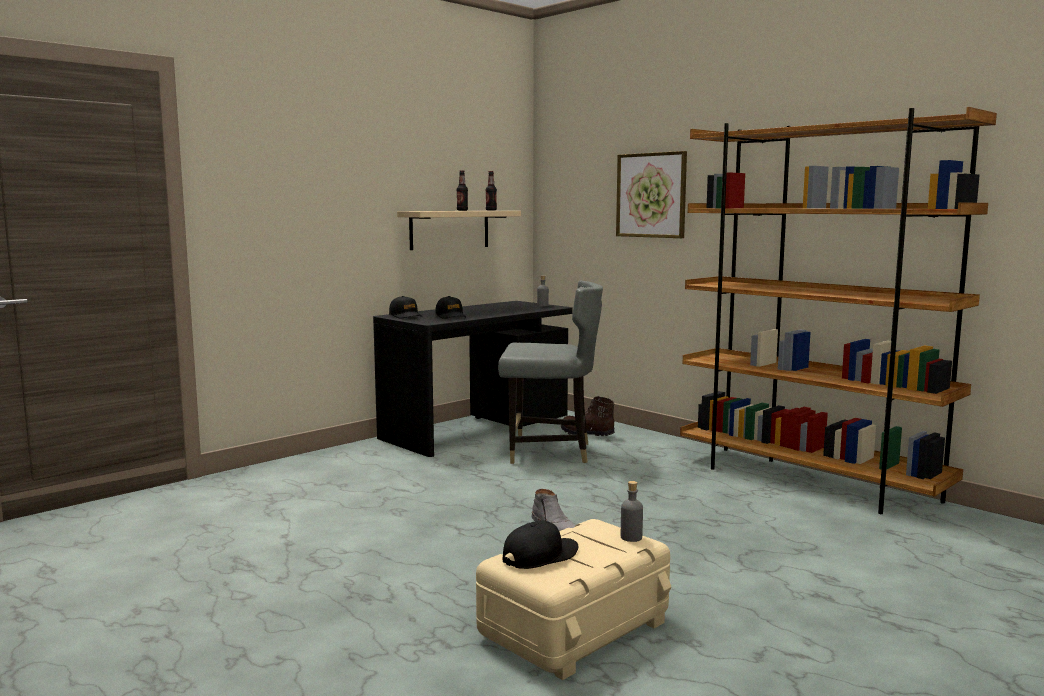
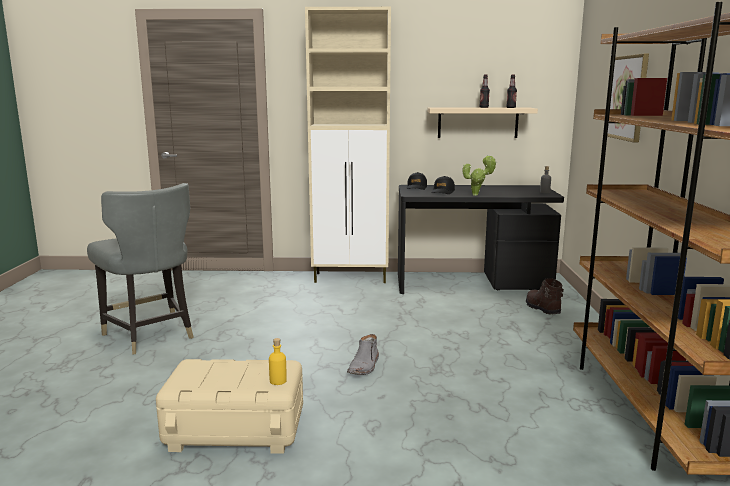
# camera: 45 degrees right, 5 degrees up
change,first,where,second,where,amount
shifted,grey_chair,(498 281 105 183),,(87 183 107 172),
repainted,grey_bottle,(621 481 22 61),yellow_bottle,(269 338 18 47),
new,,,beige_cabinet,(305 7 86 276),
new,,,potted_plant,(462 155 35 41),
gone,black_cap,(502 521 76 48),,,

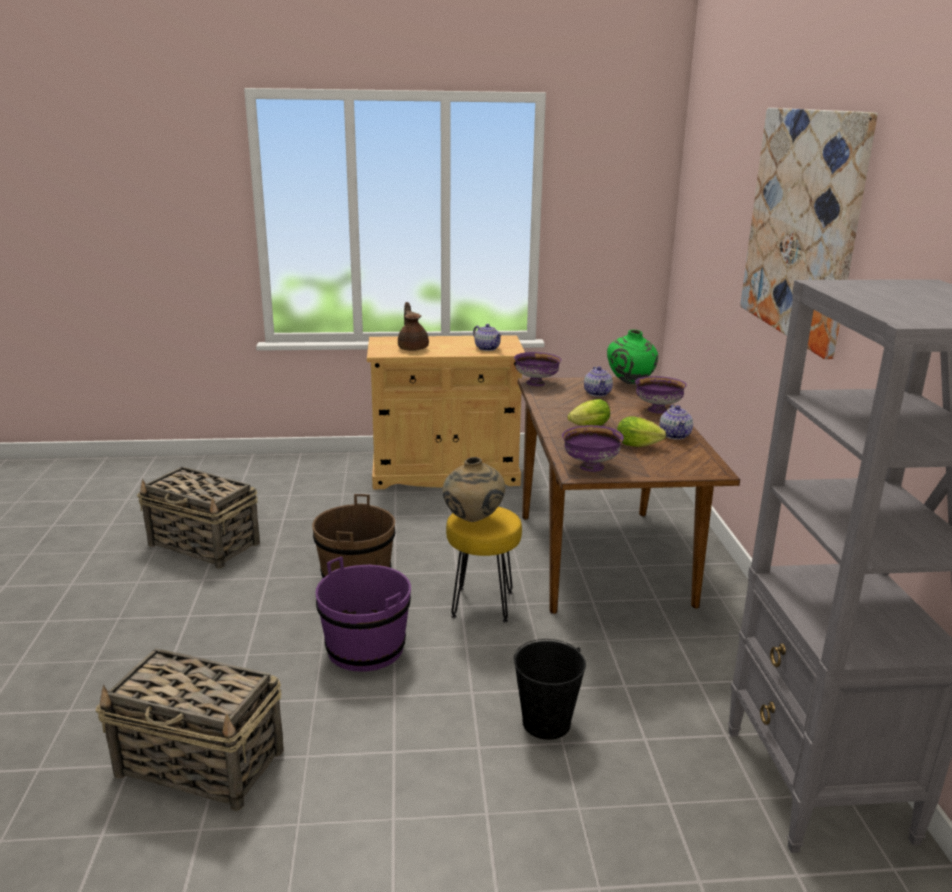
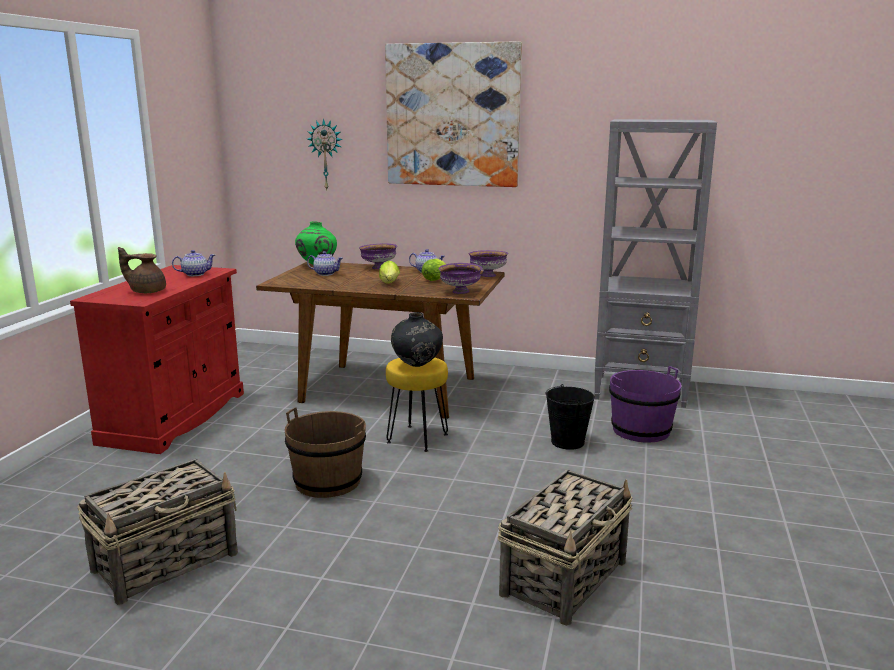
# camera: 70 degrees left, 5 degrees down
change,first,where,second,where,amount
repainted,beige_cabinet,(367 335 158 154),red_cabinet,(70 265 174 189),
new,,,wall_clock,(307 119 36 71),
repainted,beige_vase,(443 457 62 65),black_vase,(391 312 52 55),
shifted,purple_bowl,(514 352 47 34),,(469 250 39 27),
shifted,purple_bucket,(315 556 96 116),,(609 366 72 77),

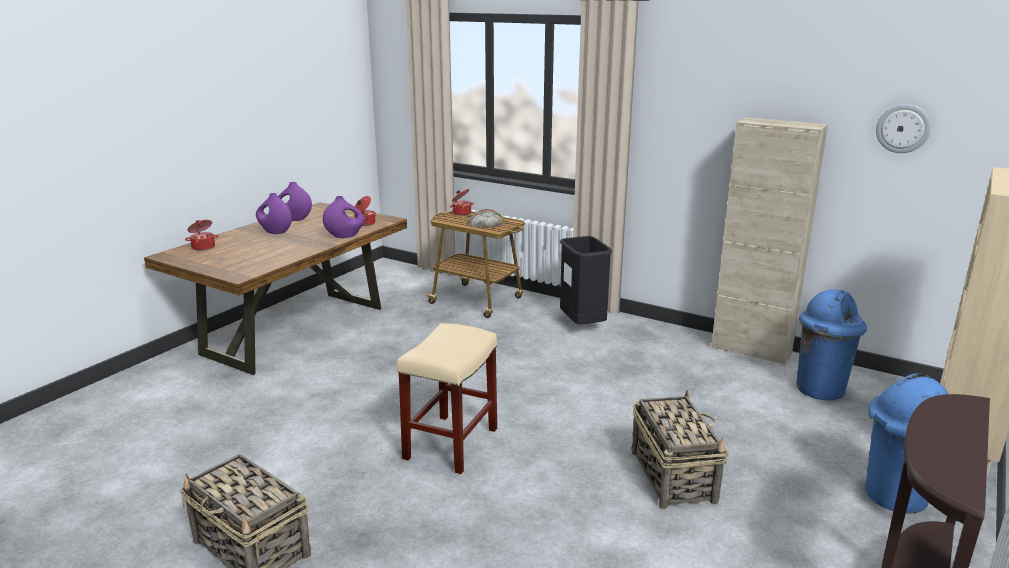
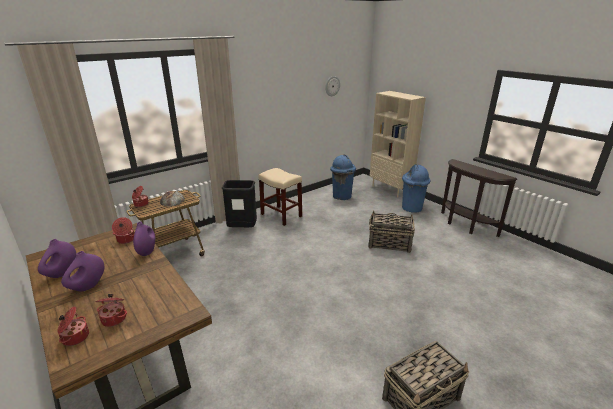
# camera: 70 degrees left, 5 degrees up
change,first,where,second,where,amount
new,,,cooking_pot,(95 294 32 33),
shifted,beige_stool,(397 323 100 152),,(258 168 44 58),
gone,beige_cabinet,(711 117 117 248),,,

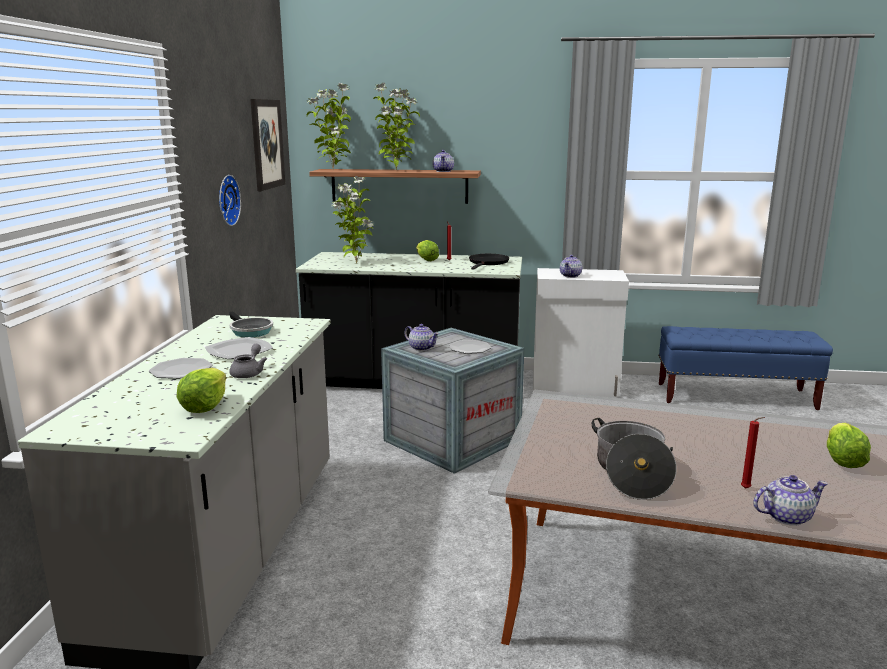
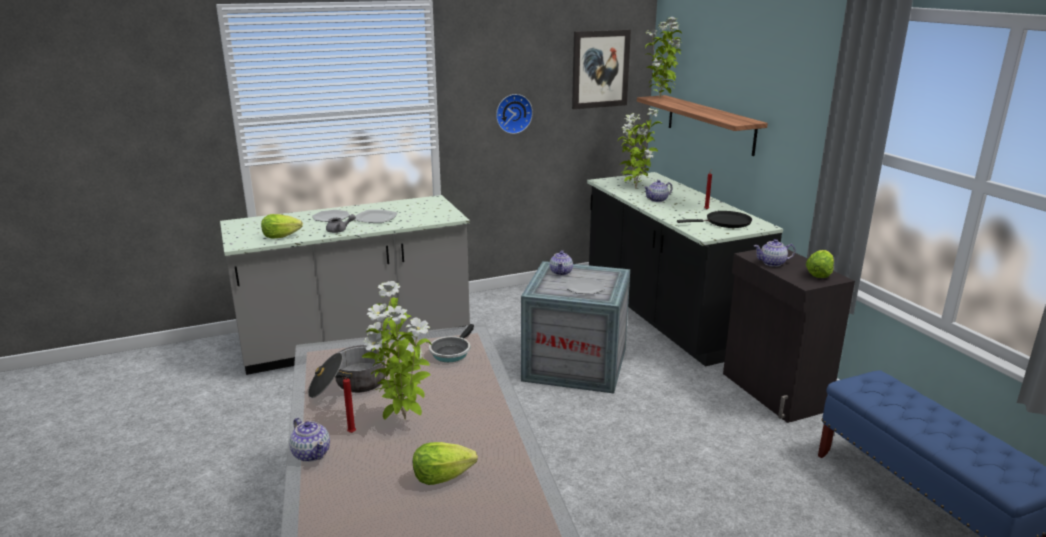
# camera: 60 degrees right, 5 degrees up
change,first,where,second,where,amount
shifted,potted_plant,(373 83 47 87),,(362 281 70 139),
shifted,frying_pan,(229 312 44 26),,(429 324 45 38),
shifted,teapot,(433 150 21 22),,(644 180 28 22),
repainted,white_cabinet,(533 268 96 130),black_cabinet,(723 250 132 173),
shifted,lettuce,(416 240 23 21),,(806 250 28 28),

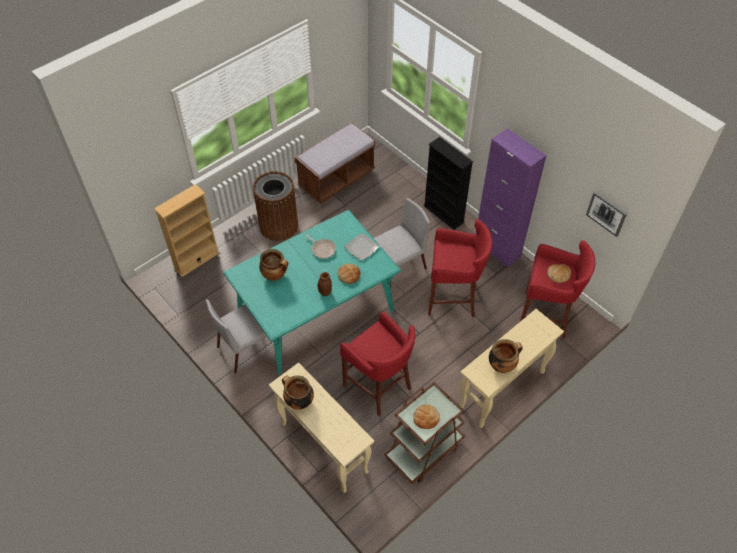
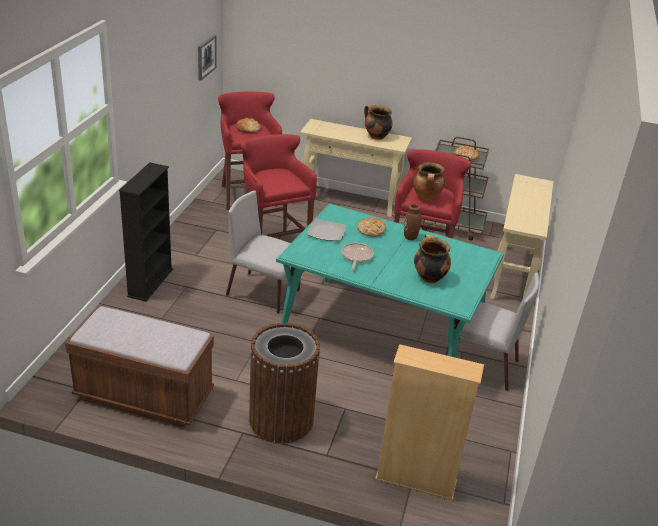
# camera: 125 degrees left, 20 degrees down
change,first,where,second,where,amount
shifted,cooking_pot,(282 375 32 35),,(413 162 32 39),
gone,purple_cabinet,(476 128 71 139),,,

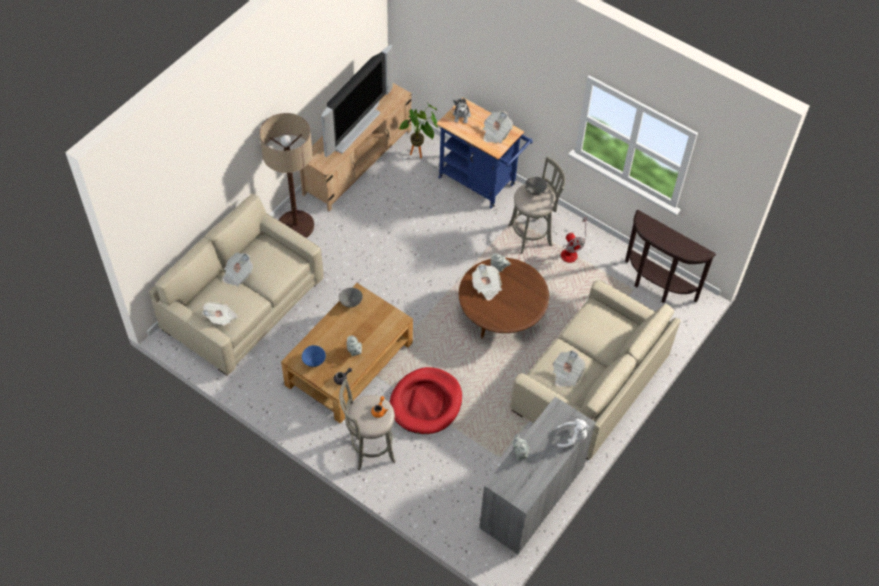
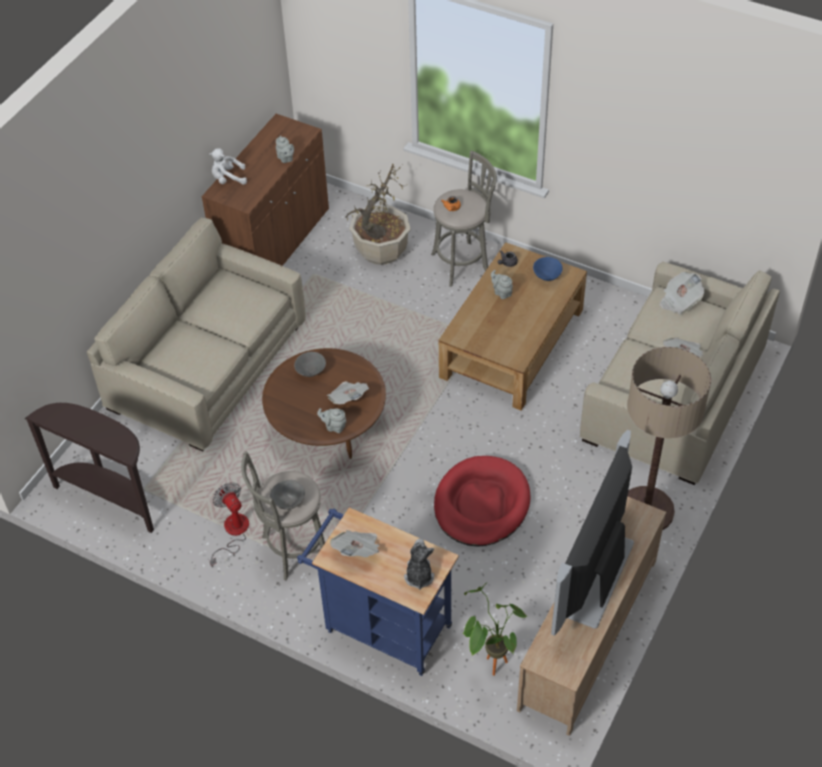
# camera: 175 degrees right, 5 degrees down
change,first,where,second,where,amount
repainted,grey_cabinet,(479 397 117 157),brown_cabinet,(202 114 127 152),
shifted,grey_bowl,(339 288 24 19),,(294 352 32 25),
new,,,potted_plant,(346 163 64 102),
shifted,red_dog_bed,(390 367 72 67),,(434 456 97 91),
gone,newspaper,(553 350 33 37),,,

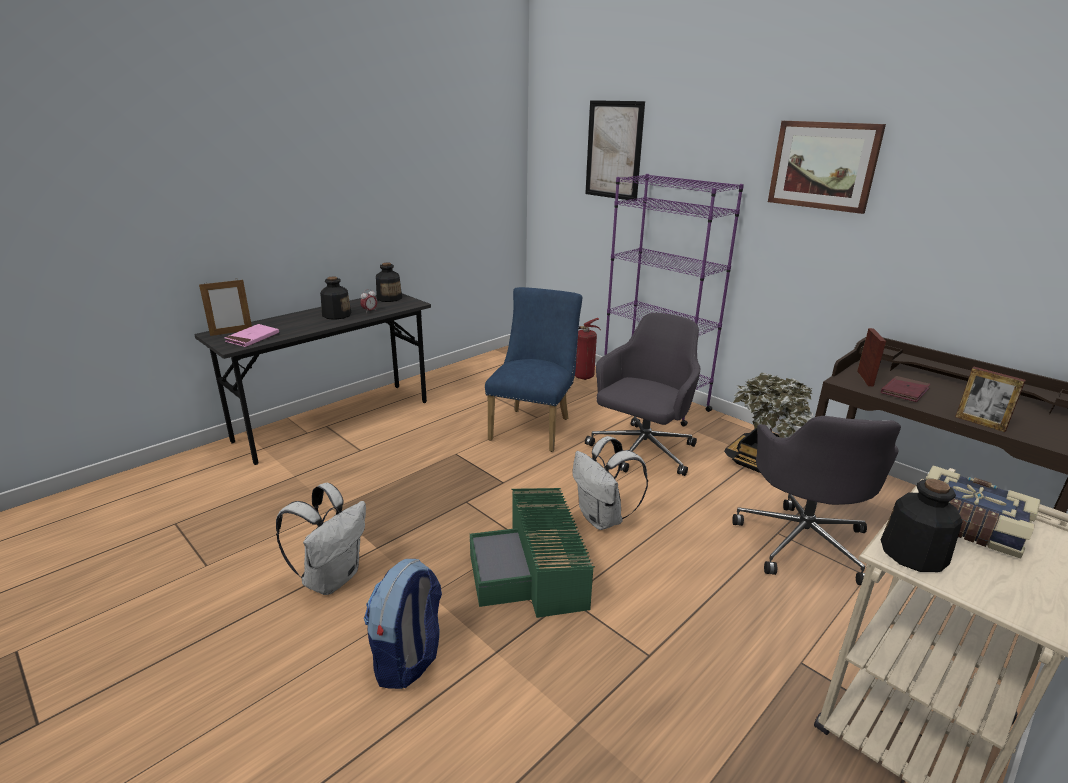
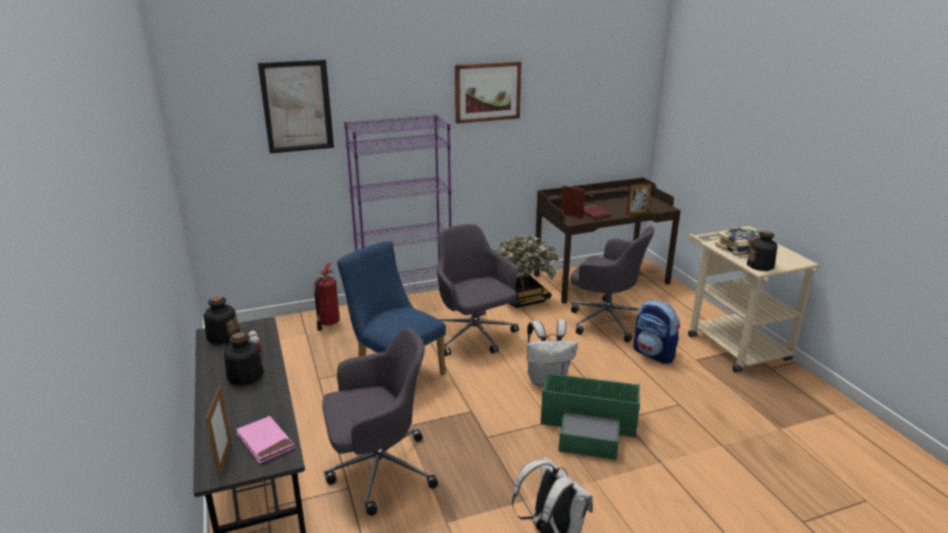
# camera: 65 degrees left, 0 degrees up
change,first,where,second,where,amount
new,,,grey_office_chair,(322 328 116 188),
shifted,backpack,(364 559 78 130),,(633 300 47 64),

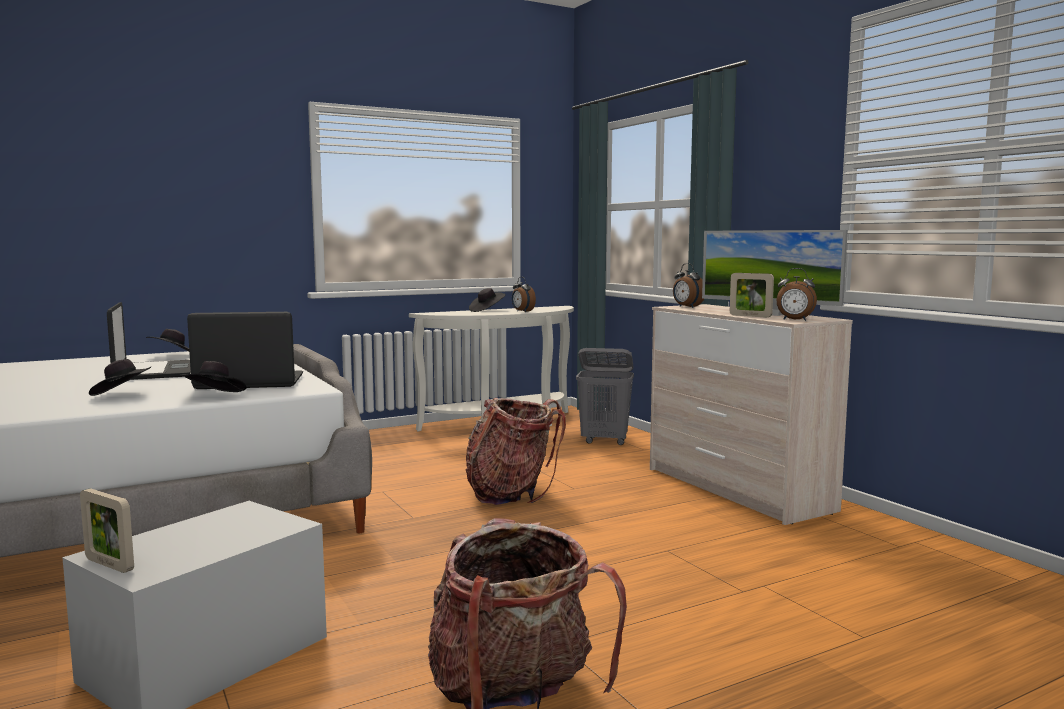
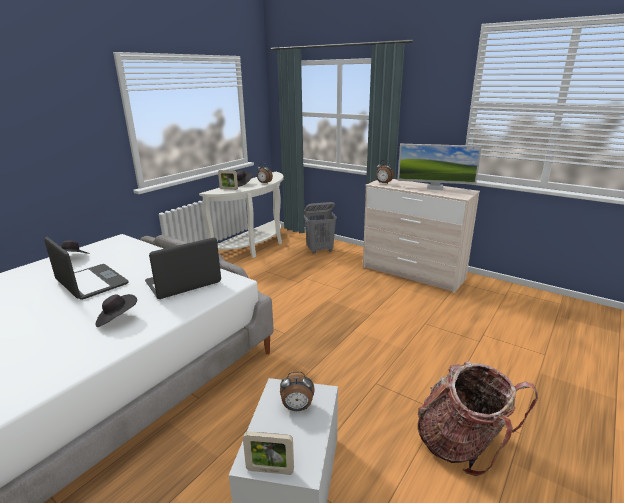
# camera: 25 degrees left, 15 degrees up
change,first,where,second,where,amount
shifted,picture_frame,(730 273 44 45),,(218 170 20 20),
shifted,alarm_clock,(777 268 40 53),,(280 371 34 40),
gone,black_hat,(179 361 68 31),,,
gone,backpack,(465 398 101 107),,,

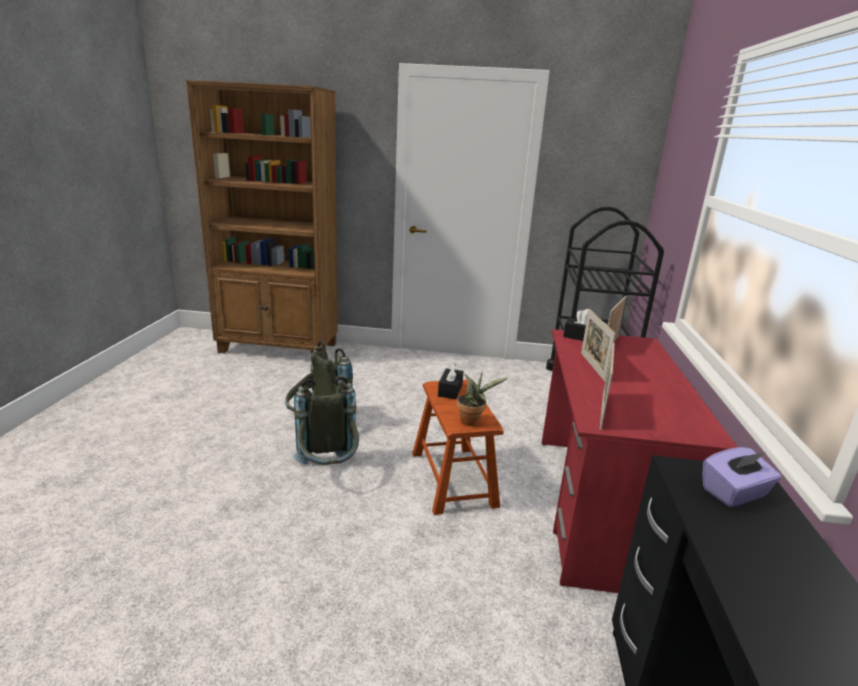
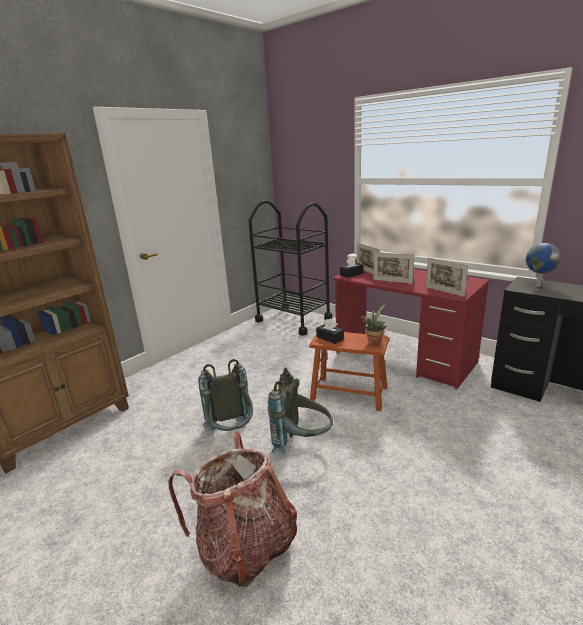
# camera: 55 degrees left, 0 degrees up
change,first,where,second,where,amount
new,,,backpack,(168 431 129 156),
swapped,purple_tissue_box,(703 447 79 60),globe,(526 243 35 44),

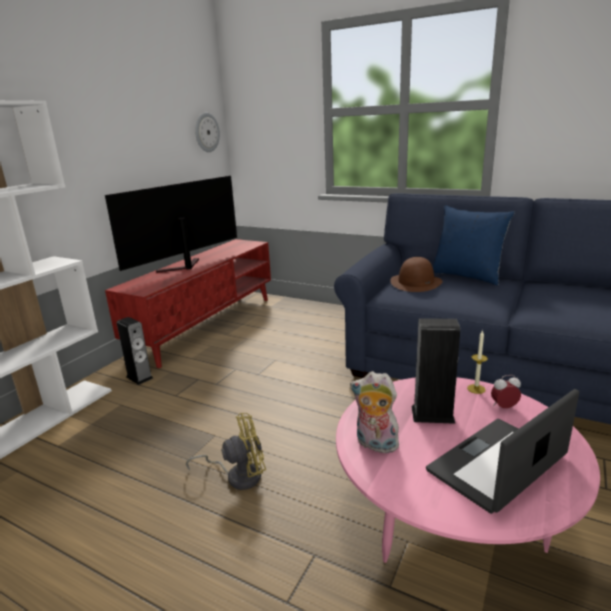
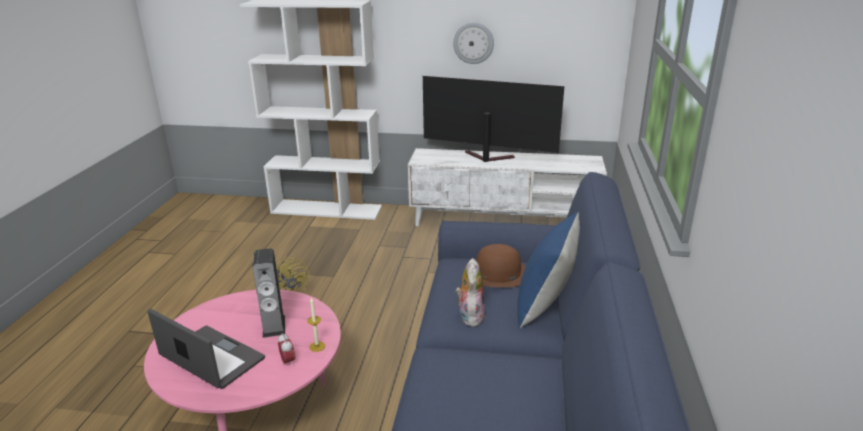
# camera: 70 degrees right, 5 degrees up
change,first,where,second,where,amount
repainted,red_tv_stand,(105 239 166 129),white_tv_stand,(408 148 199 78),
shifted,wall_clock,(195 113 25 39),,(453 22 41 42),
shifted,plush_toy,(350 371 49 82),,(456 258 29 69),
gone,speaker,(117 317 36 68),,,

